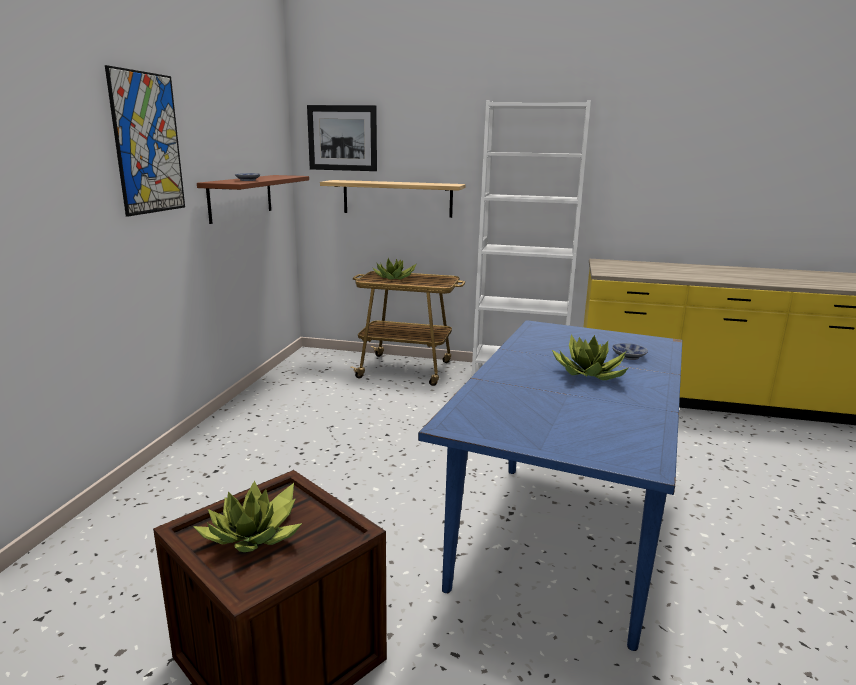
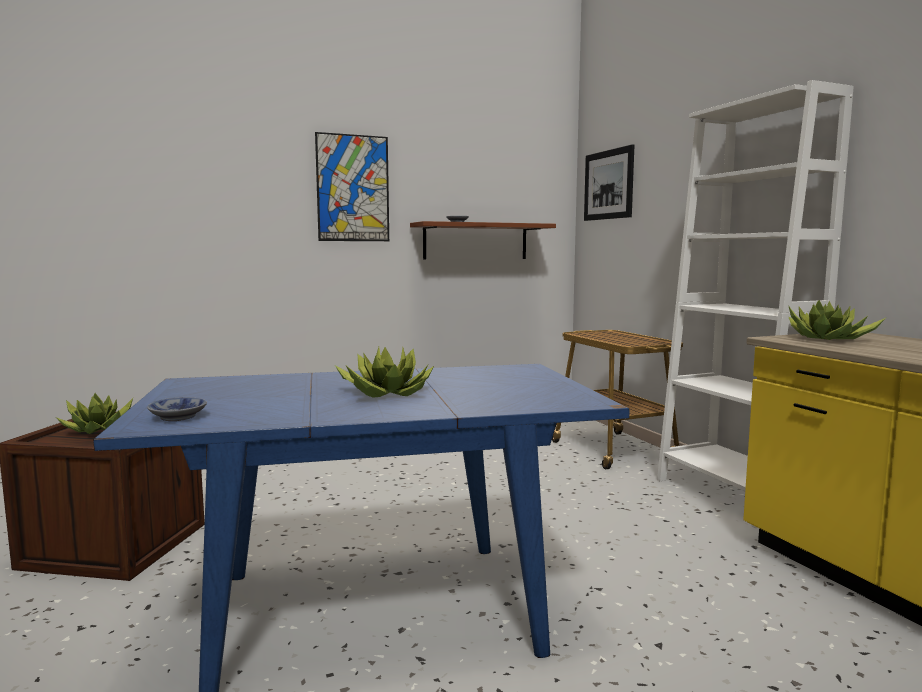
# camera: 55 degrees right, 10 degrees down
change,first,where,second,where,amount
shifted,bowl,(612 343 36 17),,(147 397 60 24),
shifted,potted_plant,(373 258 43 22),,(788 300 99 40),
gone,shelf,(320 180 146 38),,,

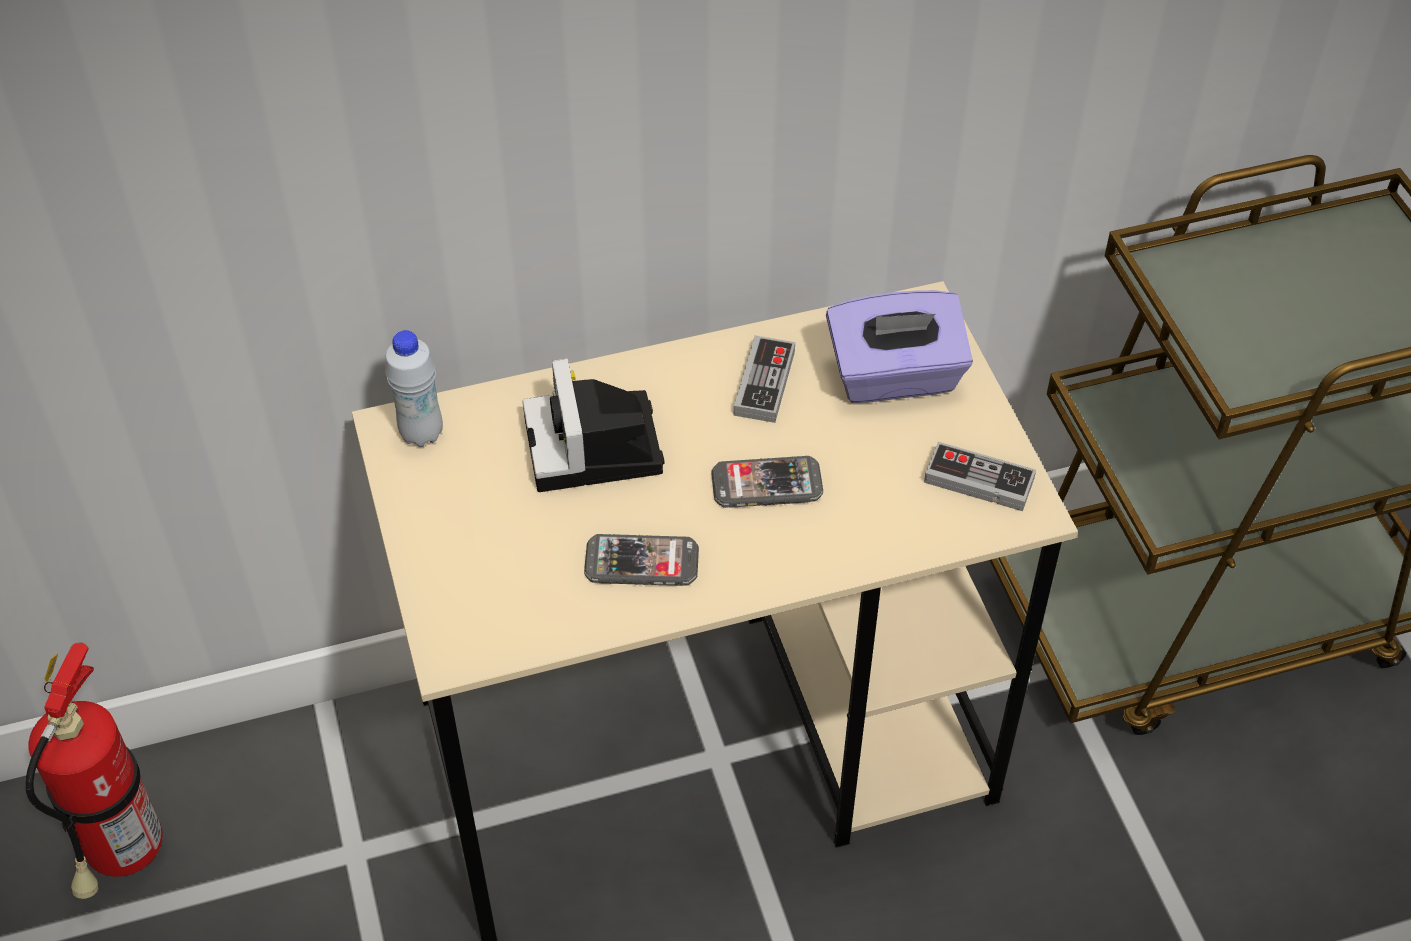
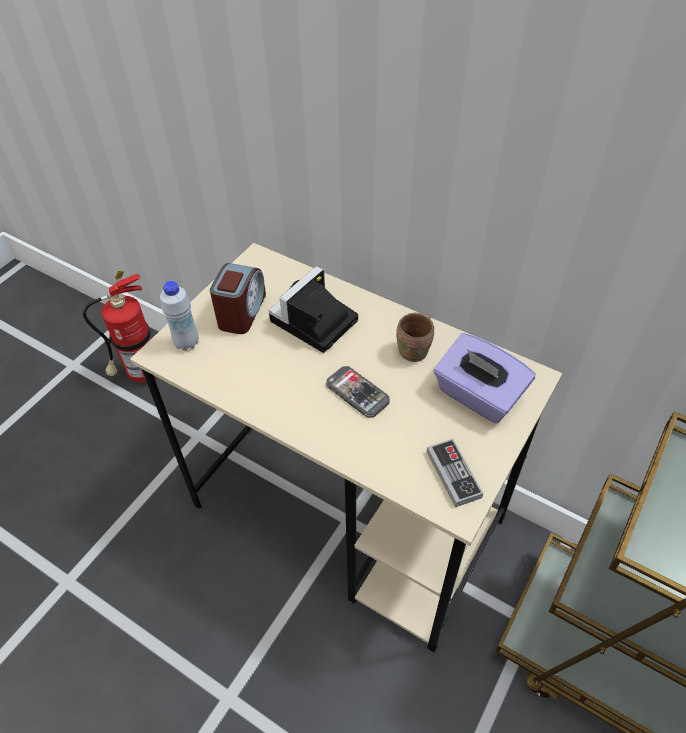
# camera: 50 degrees right, 0 degrees up
change,first,where,second,where,amount
shifted,white_bottle,(385 330 58 117),,(160 281 39 70),
new,,,alarm_clock,(210 263 56 71),
swapped,game_controller,(734 335 61 88),brown_mug,(396 313 38 49),
gone,phone,(584 534 115 52),,,

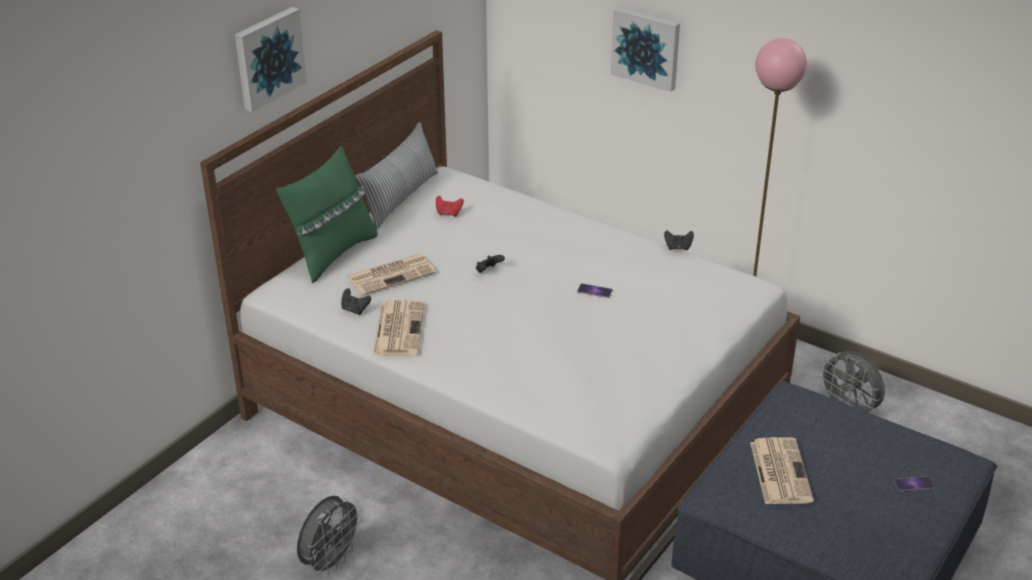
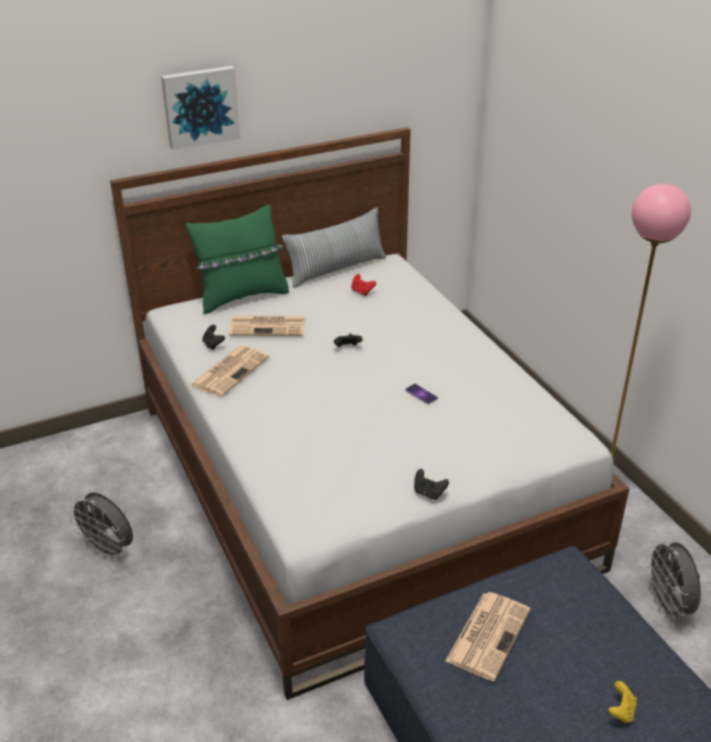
# camera: 30 degrees right, 0 degrees up
change,first,where,second,where,amount
rotated,grey_fan,(297 496 66 80),,(68 492 65 69),60 degrees clockwise
shifted,black_game_controller,(664 230 30 21),,(414 469 35 31),
swapped,phone,(894 476 40 15),yellow_game_controller,(608 681 29 42),
gone,picture,(611 7 69 85),,,

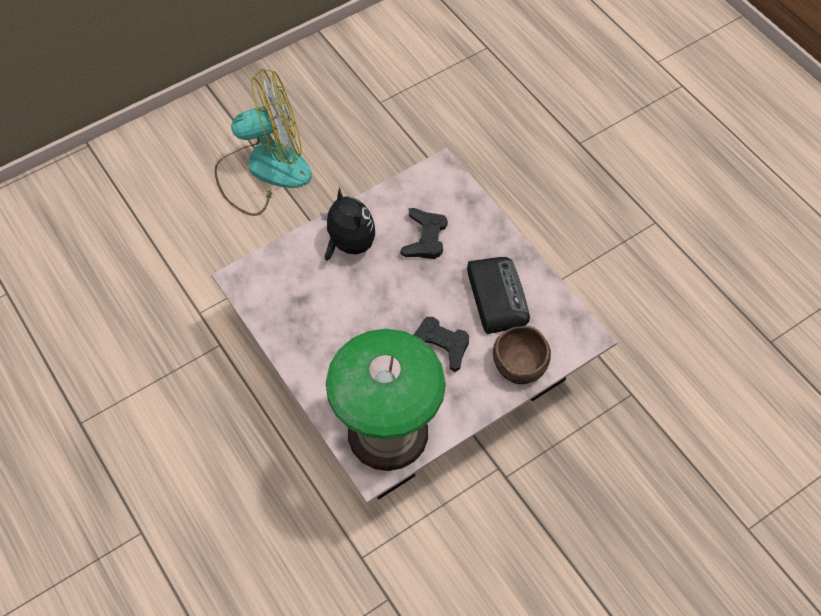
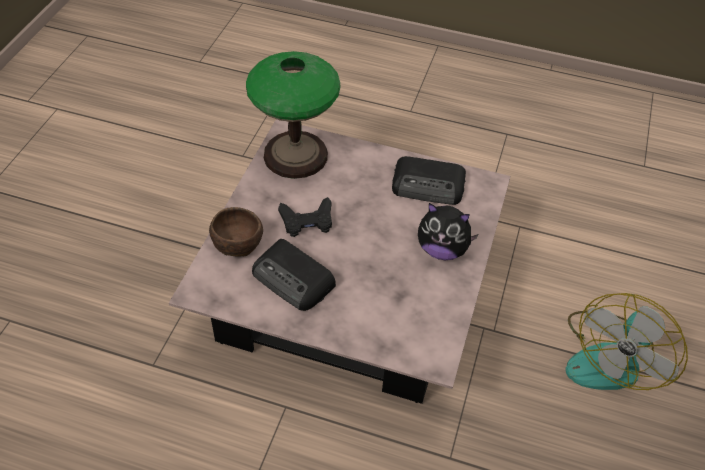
# camera: 140 degrees right, 10 degrees down
change,first,where,second,where,amount
new,,,radio,(392 156 74 49),
gone,black_game_controller,(400 208 48 51),,,

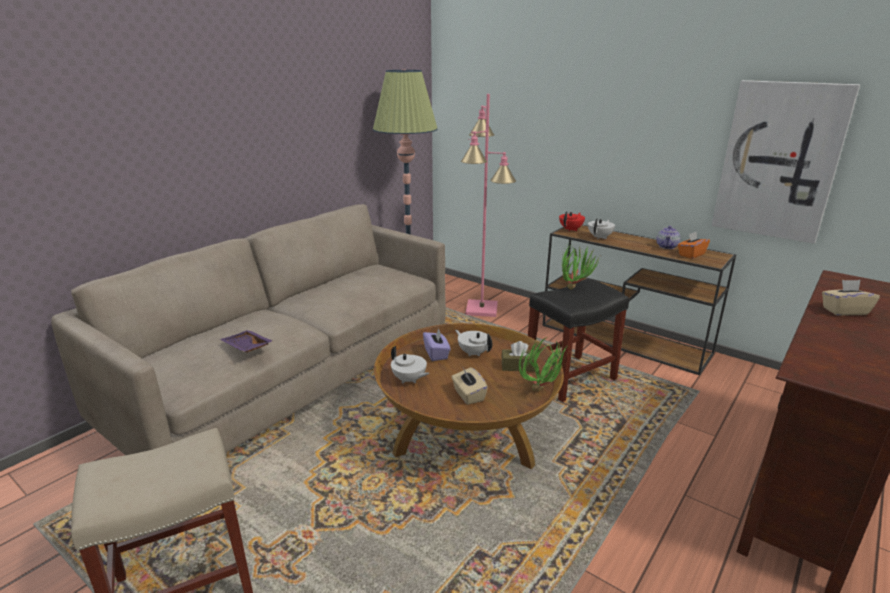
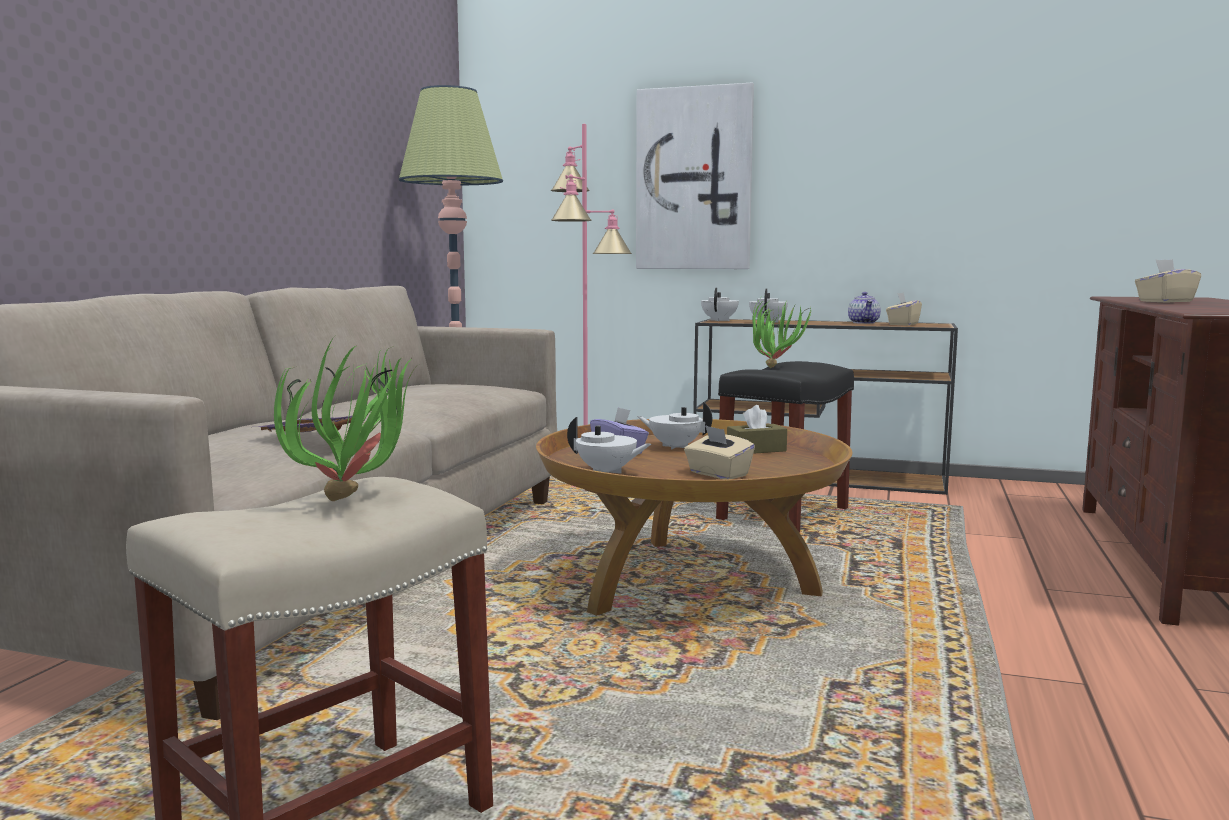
# camera: 20 degrees left, 15 degrees down
change,first,where,second,where,amount
shifted,potted_plant,(519 337 48 54),,(274 336 142 165),
shifted,picture,(712 80 148 164),,(636 83 118 186),
repainted,red_teapot,(559 211 26 20),white_teapot,(701 288 38 33),
repainted,orange_tissue_box,(678 232 32 27),beige_tissue_box,(886 292 36 34),

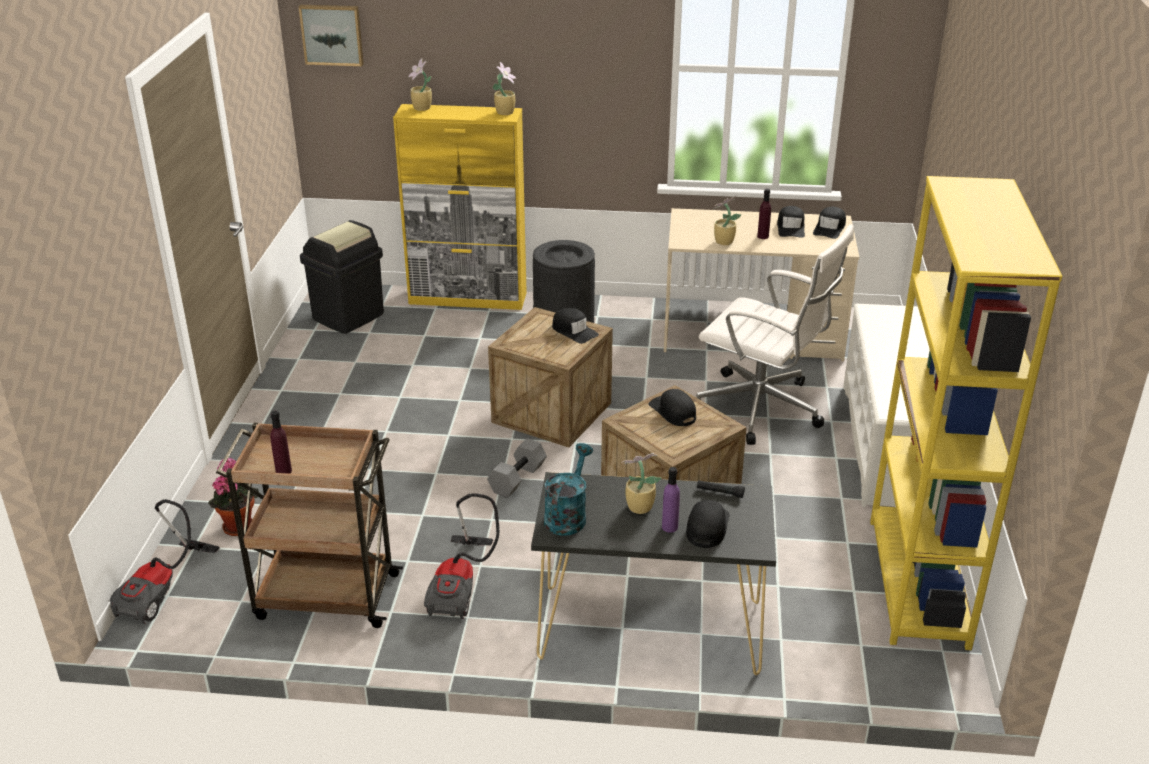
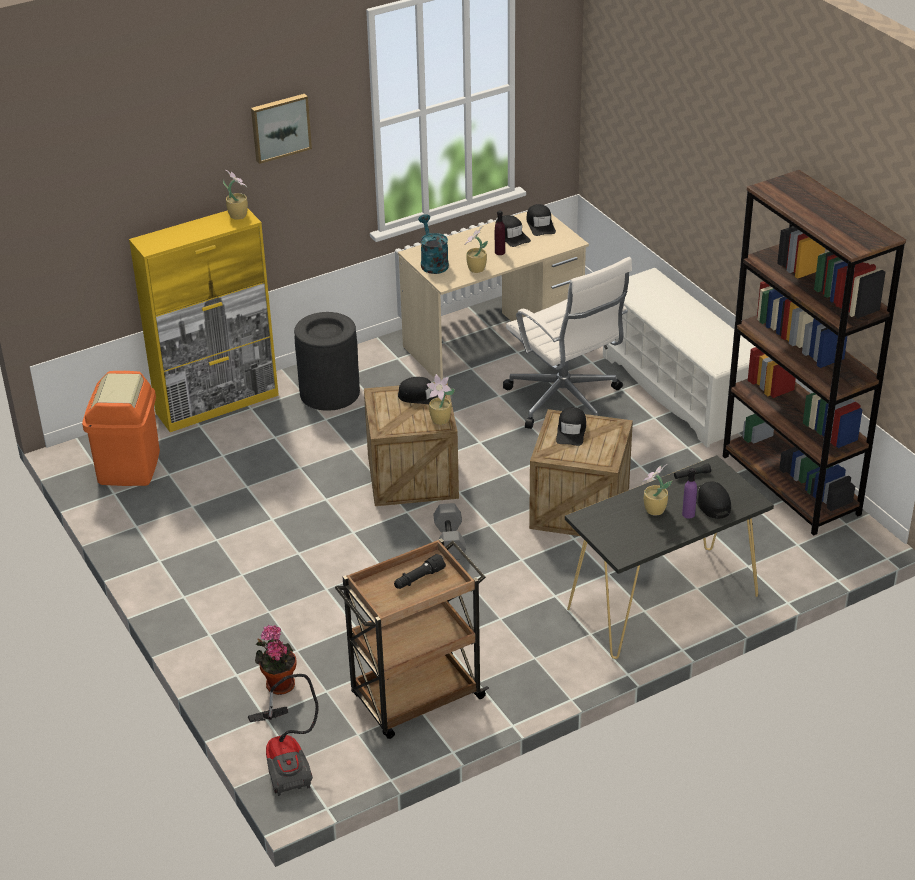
# camera: 35 degrees left, 5 degrees up
change,first,where,second,where,amount
repainted,black_trash_can,(300 220 84 114),orange_trash_can,(82 371 78 115),
shifted,picture,(299 5 65 61),,(251 94 61 70),
new,,,black_flashlight,(394 554 52 35),
shifted,turquoise_watering_can,(544 443 49 93),,(418 214 31 60),
shifted,potted_plant,(408 58 24 53),,(427 374 28 51),
rotated,white_office_chair,(696 224 158 221),,(503 257 129 172),60 degrees clockwise
rotated,black_cap,(648 389 48 37),,(556 407 30 39),105 degrees counterclockwise
repainted,yellow_bookcase,(870 176 192 474),brown_bookcase,(723 170 183 366),
gone,purple_bottle,(270 411 22 63),,,
gone,vacuum_cleaner,(424 493 76 126),,,

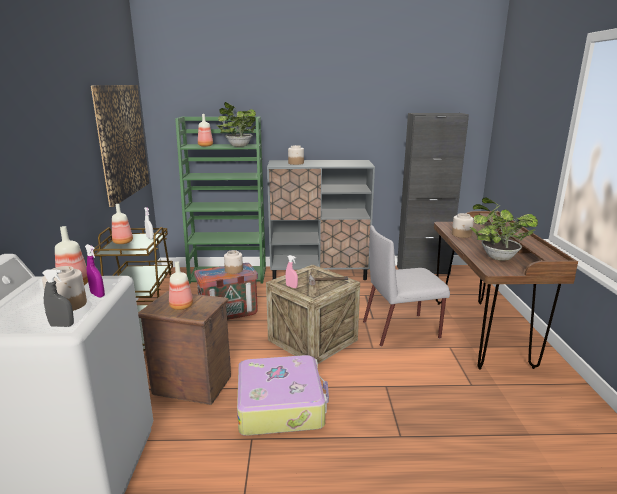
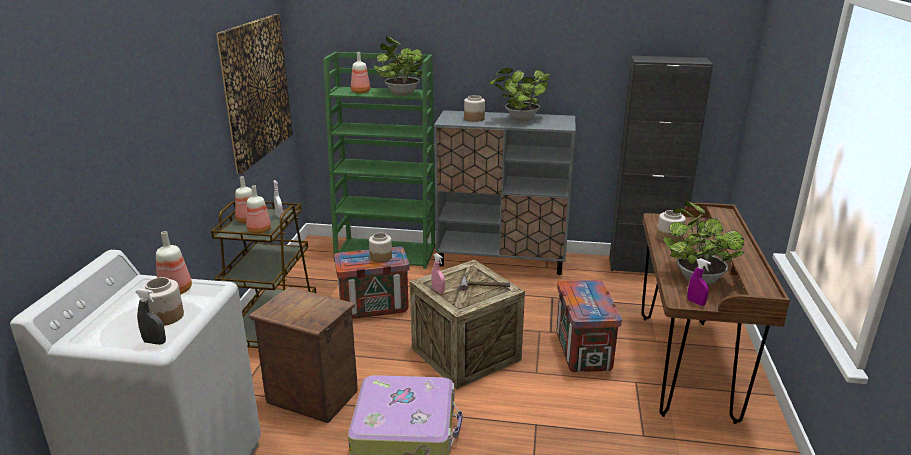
# camera: 10 degrees right, 5 degrees up
change,first,where,second,where,amount
shifted,bottle,(169 262 24 48),,(246 185 25 49),
new,,,potted_plant,(489 68 61 54),
swapped,grey_chair,(363 225 87 122),crate,(557 280 65 92),
shifted,purple_spray_bottle,(85 244 20 54),,(687 258 24 48),

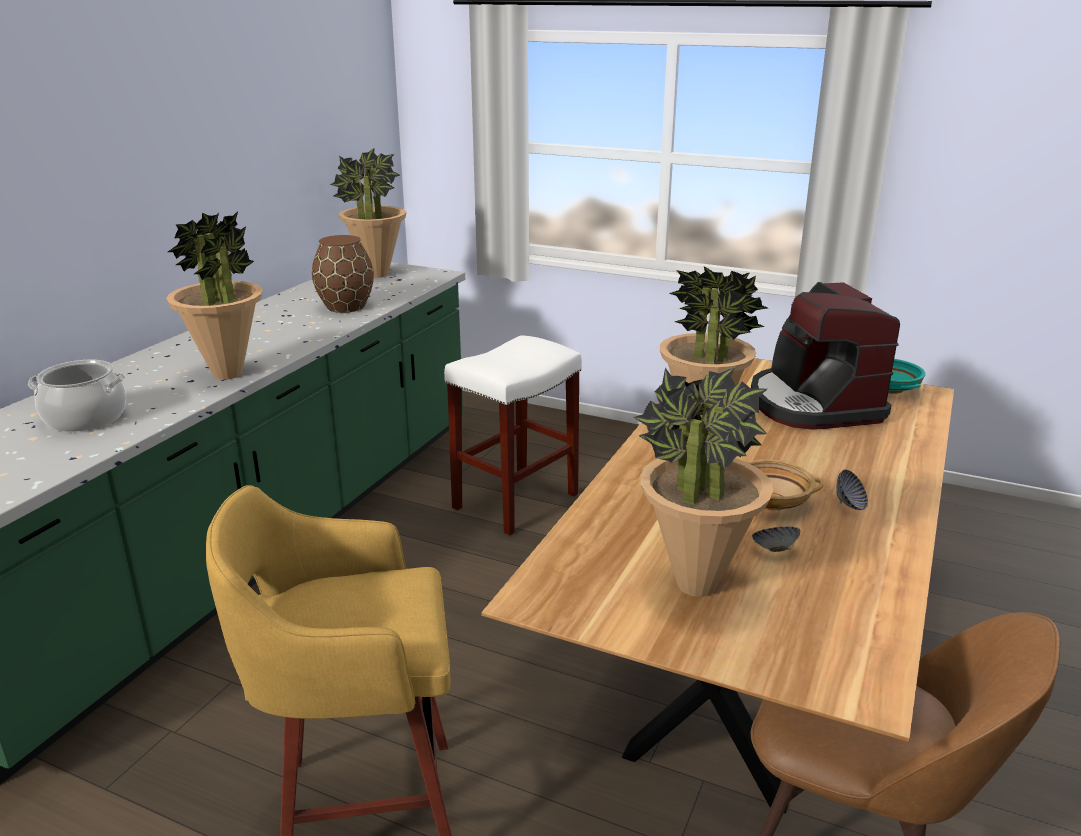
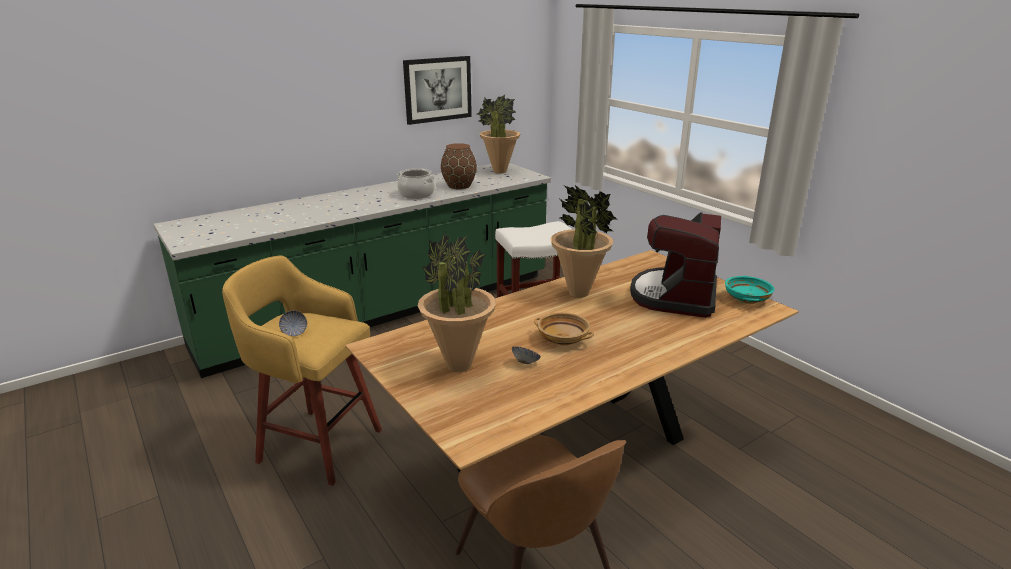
# camera: 30 degrees right, 0 degrees up
change,first,where,second,where,amount
shifted,bowl,(836 469 32 41),,(279 311 28 25),
shifted,cooking_pot,(28 360 98 72),,(397 168 38 31),
new,,,picture,(403 56 69 69),
gone,potted_plant,(166 211 97 169),,,

